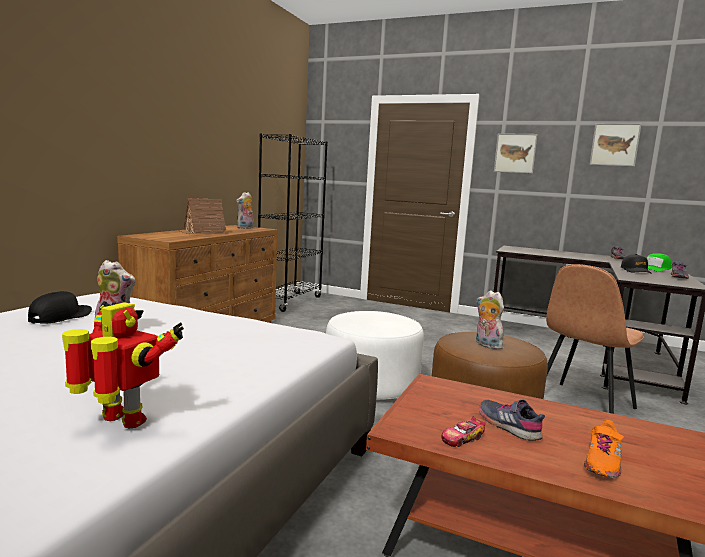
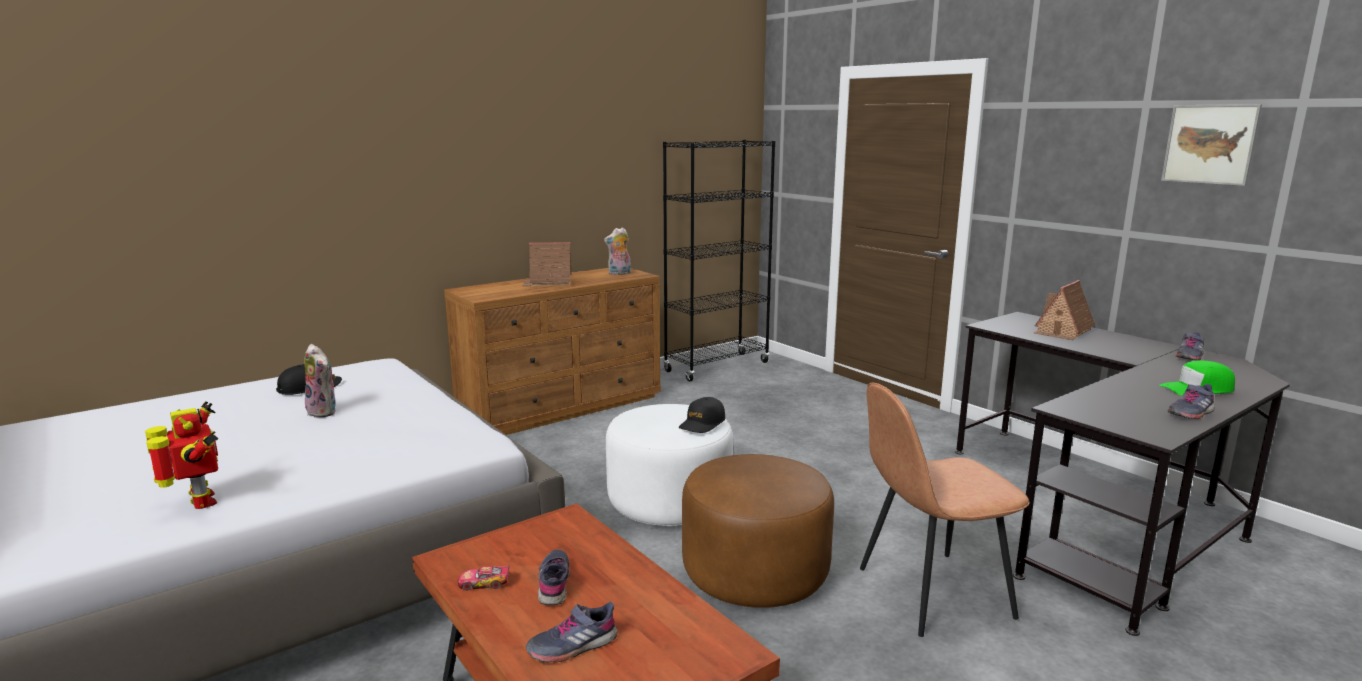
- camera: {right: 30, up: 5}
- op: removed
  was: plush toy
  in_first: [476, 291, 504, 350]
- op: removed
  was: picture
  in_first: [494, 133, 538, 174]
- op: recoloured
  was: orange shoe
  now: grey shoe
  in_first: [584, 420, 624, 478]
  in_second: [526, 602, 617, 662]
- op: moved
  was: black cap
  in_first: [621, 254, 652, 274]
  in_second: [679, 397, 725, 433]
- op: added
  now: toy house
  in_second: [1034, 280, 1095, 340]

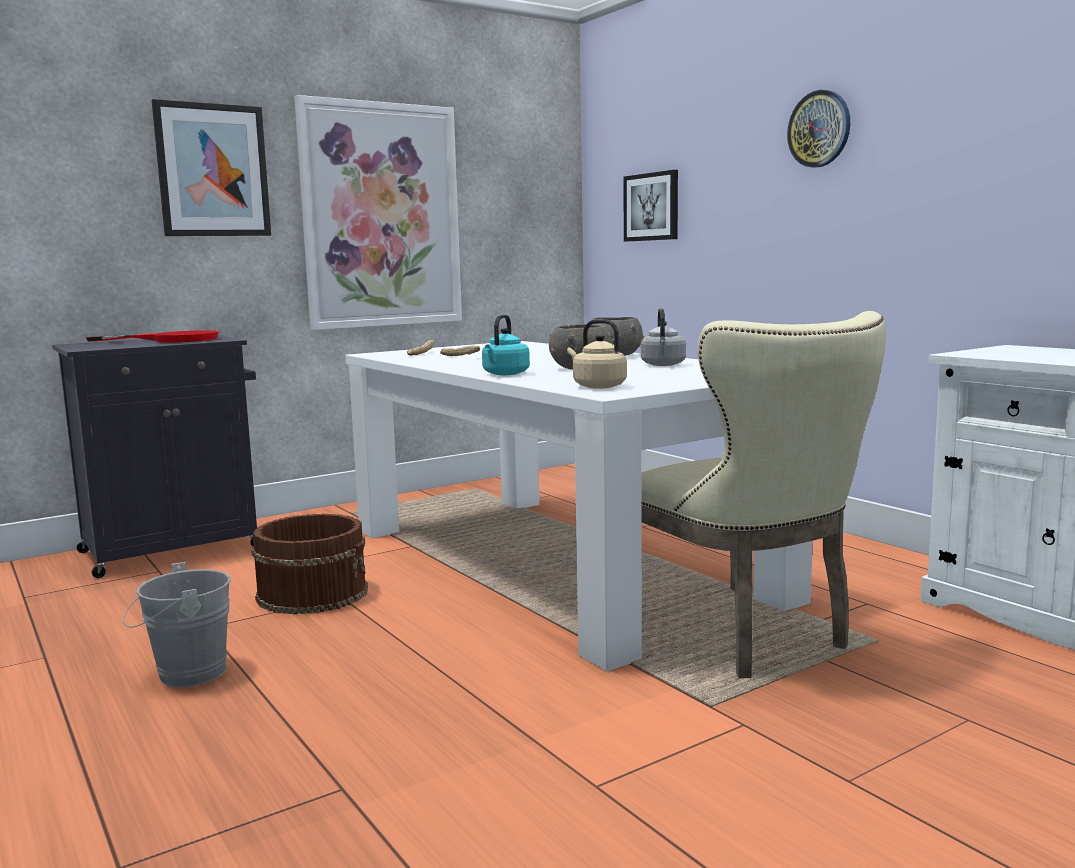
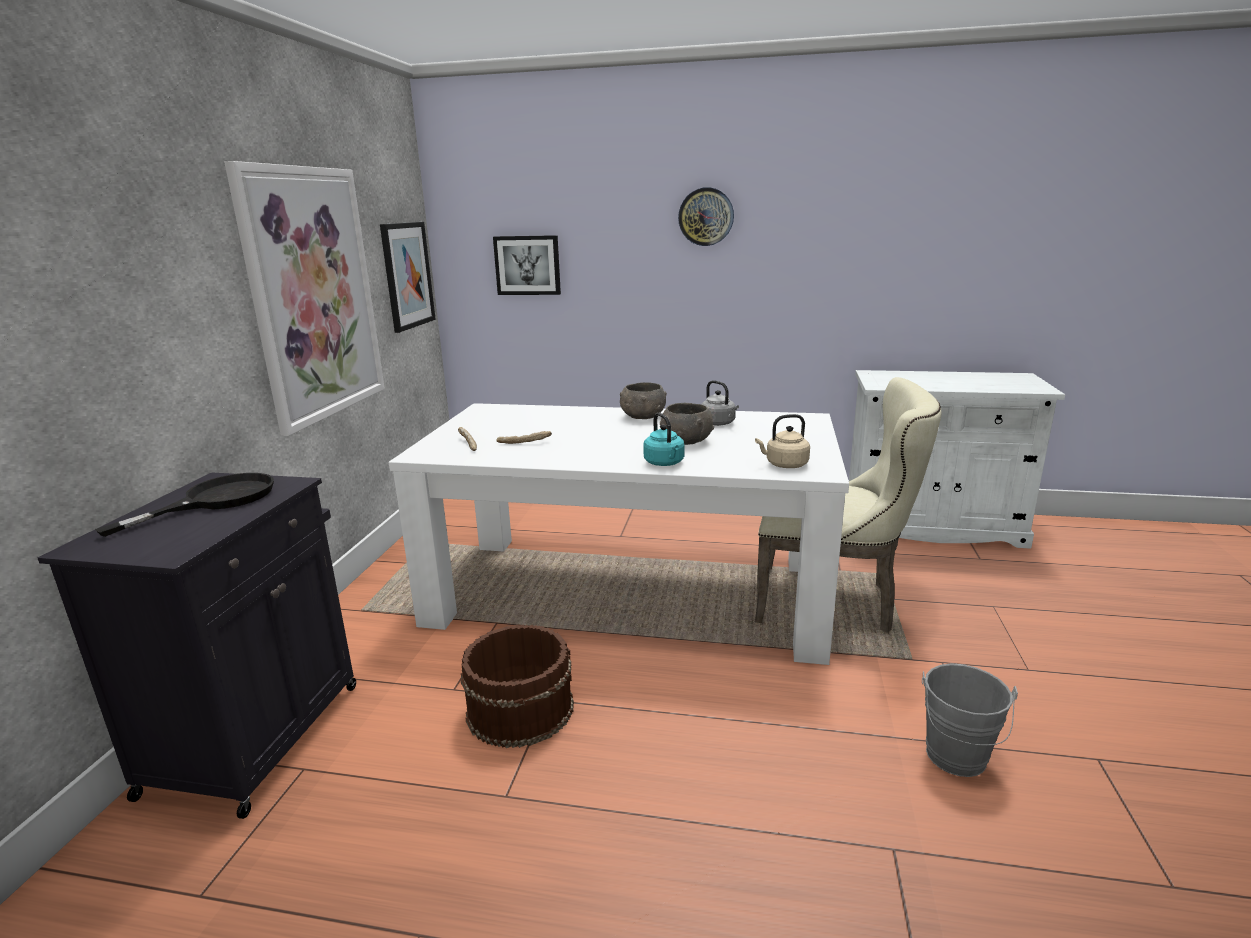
- camera: {right: -45, up: 10}
- op: recoloured
  was: red frying pan
  now: black frying pan
  in_first: [86, 330, 219, 342]
  in_second: [95, 473, 274, 537]
- op: moved
  was: grey bucket
  in_first: [122, 562, 230, 687]
  in_second: [922, 663, 1018, 777]
- op: moved
  was: picture
  in_first: [152, 99, 271, 236]
  in_second: [380, 222, 436, 333]

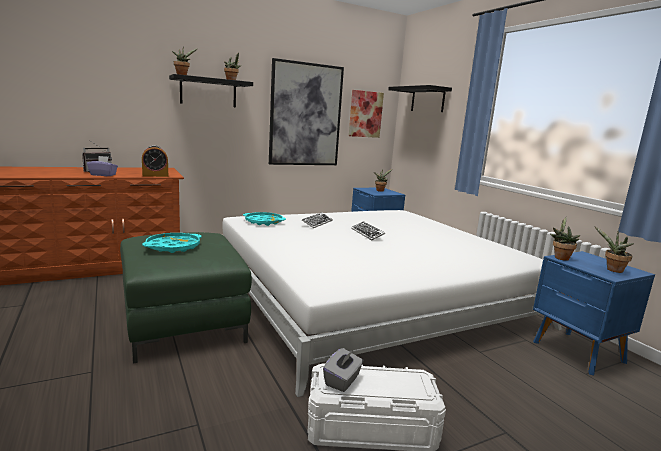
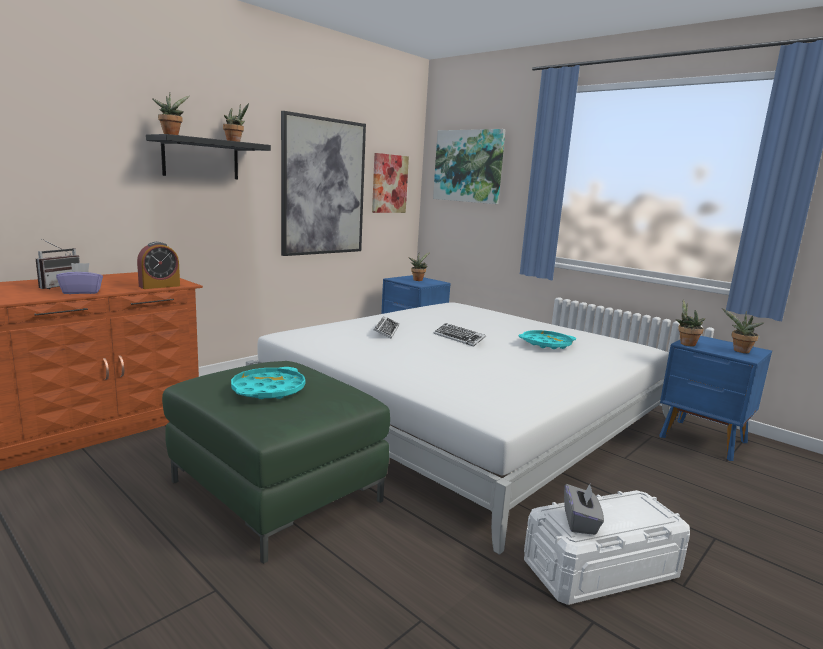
- camera: {right: -20, up: 0}
- op: moved
  was: turquoise tray
  in_first: [243, 212, 286, 226]
  in_second: [519, 330, 576, 349]
- op: replaced
  was: black shelf
  now: picture
  in_first: [388, 85, 452, 112]
  in_second: [433, 129, 506, 204]

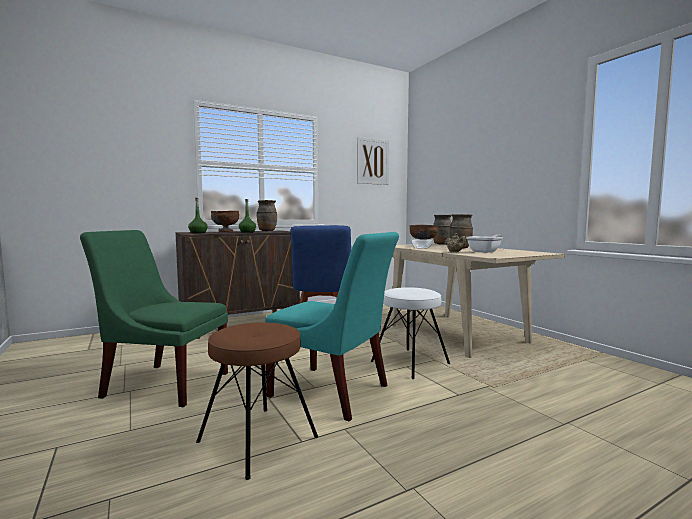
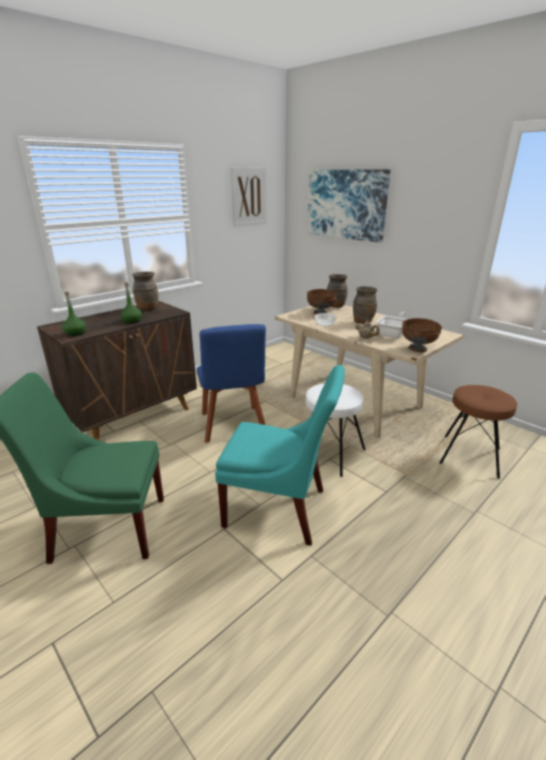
- camera: {right: -15, up: 20}
- op: moved
  was: brown stool
  in_first: [196, 322, 318, 480]
  in_second: [439, 385, 517, 479]
- op: moved
  was: brown bowl
  in_first: [211, 211, 239, 232]
  in_second: [402, 318, 442, 352]
- op: added
  now: picture
  in_second: [307, 169, 391, 243]

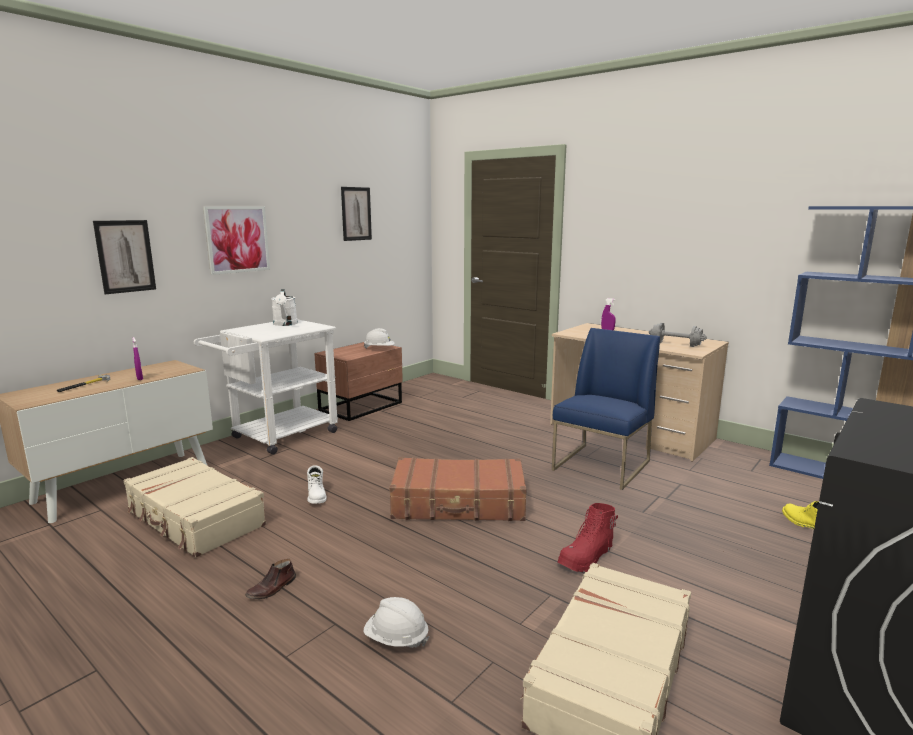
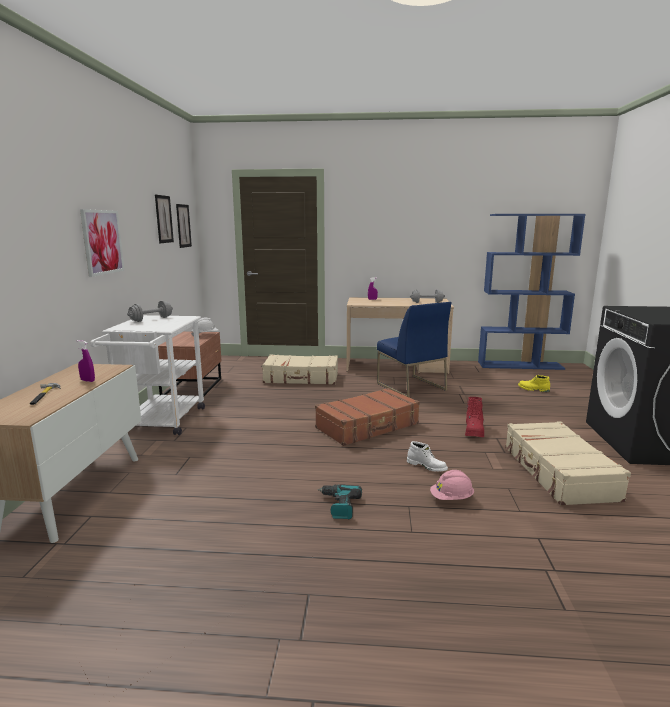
- camera: {right: -35, up: 0}
- op: moved
  was: picture
  in_first: [93, 220, 156, 294]
  in_second: [176, 204, 192, 248]
- op: moved
  was: beige suitcase
  in_first: [123, 457, 266, 558]
  in_second: [262, 354, 338, 384]
- op: replaced
  was: brown shoe
  now: power drill
  in_first: [245, 559, 296, 599]
  in_second: [318, 484, 362, 519]
- op: replaced
  was: white watering can
  now: grey dumbbell
  in_first: [271, 289, 298, 326]
  in_second: [127, 301, 173, 322]
- op: moved
  was: white boot
  in_first: [307, 465, 327, 504]
  in_second: [407, 441, 448, 472]
- op: recoloured
  was: white hard hat
  now: pink hard hat
  in_first: [364, 597, 429, 648]
  in_second: [430, 470, 474, 500]
- op: turned
  was: blue chair
  in_first: [552, 328, 660, 490]
  in_second: [377, 302, 451, 398]
  clockwise: 150

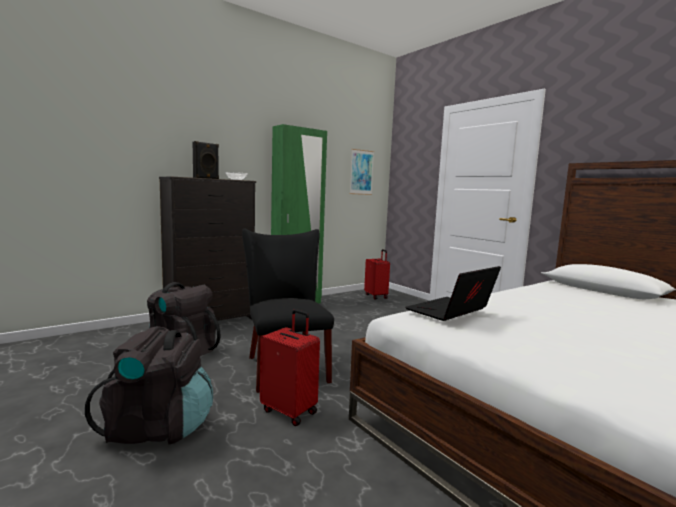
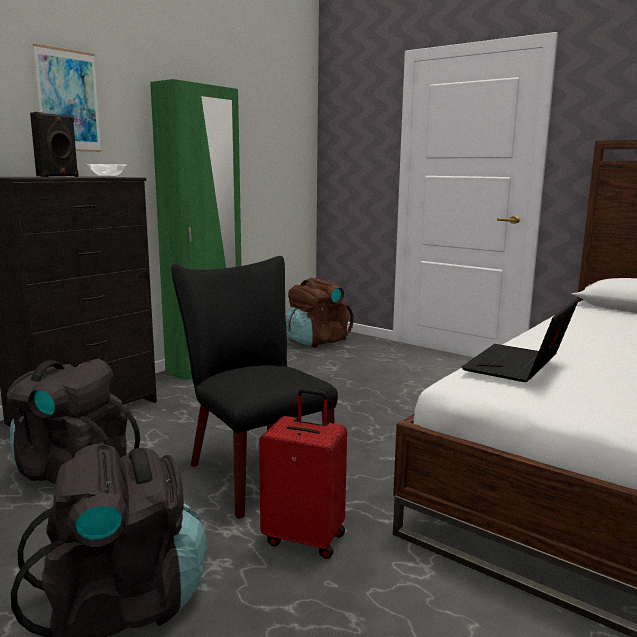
- camera: {right: -15, up: 5}
- op: moved
  was: picture
  in_first: [350, 149, 374, 195]
  in_second: [33, 44, 102, 152]
- op: replaced
  was: red suitcase
  now: brown backpack
  in_first: [364, 249, 390, 300]
  in_second: [286, 278, 354, 348]

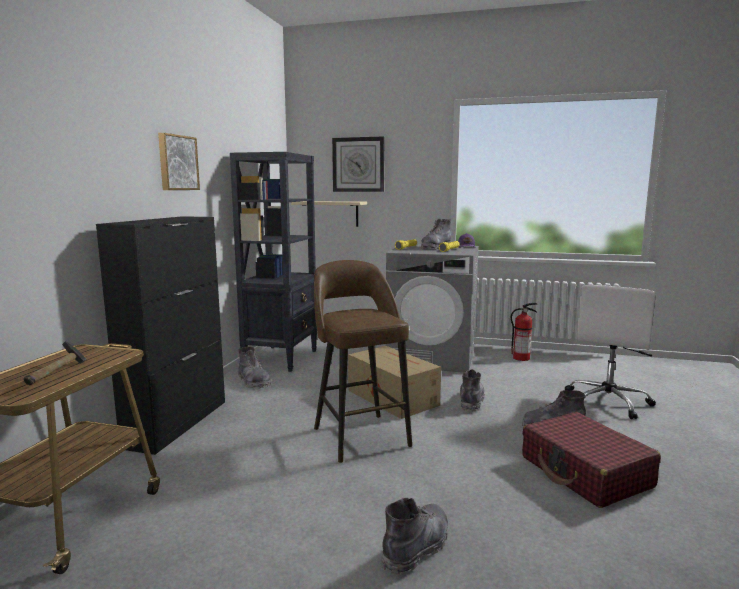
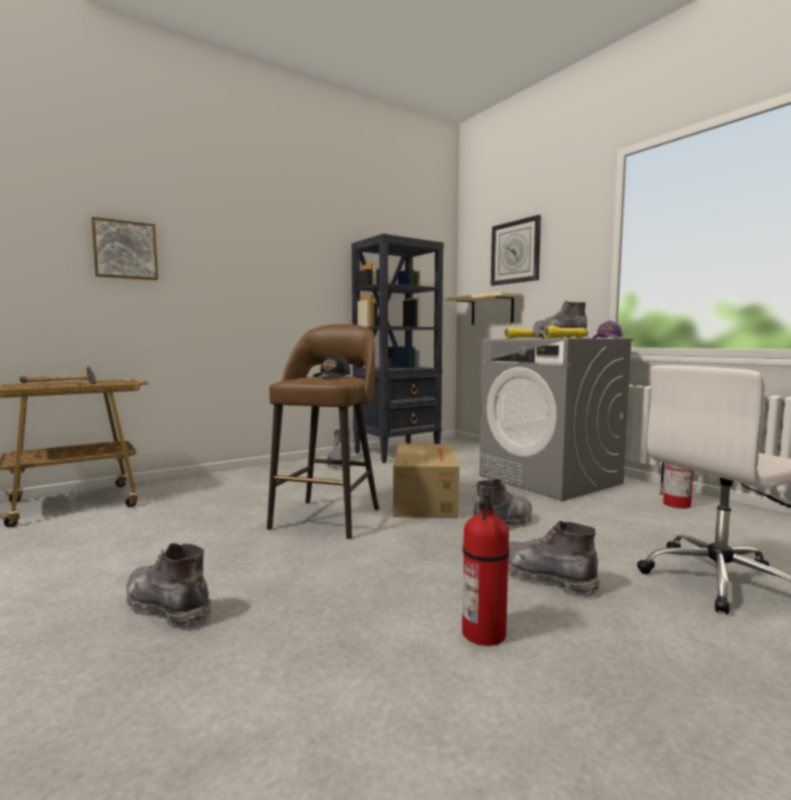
- camera: {right: 40, up: -5}
- op: removed
  was: black cabinet
  in_first: [96, 216, 225, 455]
- op: moved
  was: picture
  in_first: [158, 133, 200, 190]
  in_second: [92, 217, 158, 280]
- op: turned
  was: grey boot
  in_first: [381, 498, 448, 575]
  in_second: [126, 543, 211, 628]
  clockwise: -135
- op: replaced
  was: red suitcase
  now: fire extinguisher
  in_first: [522, 412, 661, 508]
  in_second: [462, 488, 509, 646]
- op: added
  now: black cap
  in_second: [313, 353, 350, 378]

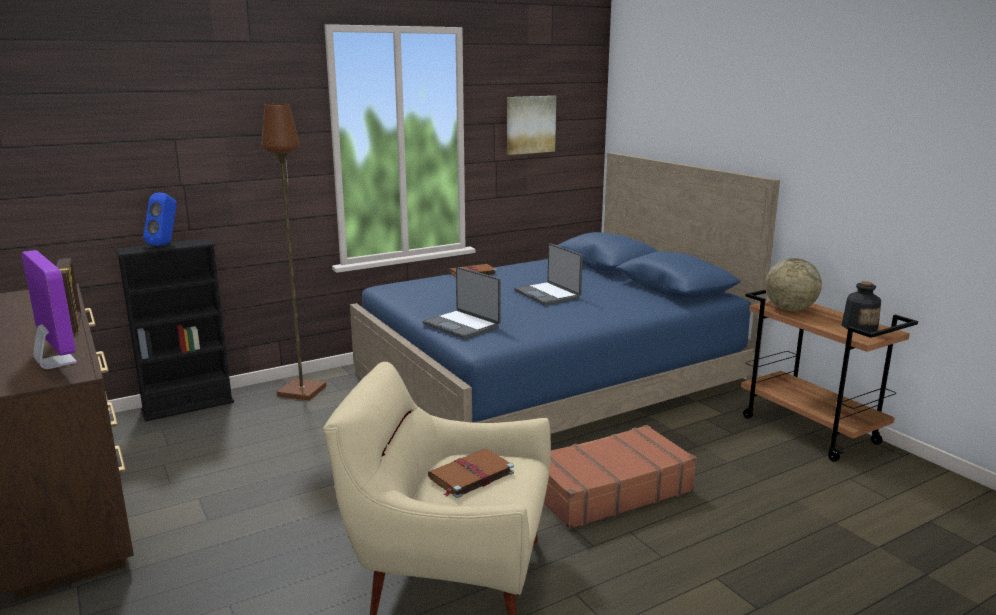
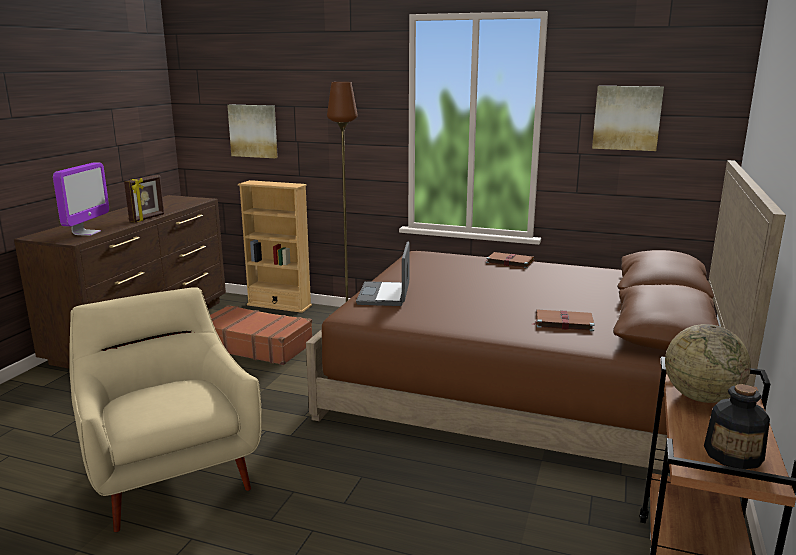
- camera: {right: 50, up: 0}
- op: recoloured
  was: black bookcase
  now: beige bookcase
  in_first: [115, 238, 234, 422]
  in_second: [238, 180, 312, 313]
- op: removed
  was: blue speaker
  in_first: [143, 193, 177, 246]
- op: recoloured
  was: blue bed
  now: brown bed
  in_first: [350, 153, 780, 434]
  in_second: [306, 160, 786, 470]
- op: moved
  was: brown book
  in_first: [428, 449, 514, 498]
  in_second: [531, 310, 595, 331]
- op: removed
  was: laptop
  in_first: [514, 243, 583, 306]
- op: moved
  was: brown suitcase
  in_first: [544, 425, 697, 529]
  in_second: [210, 305, 312, 365]
- op: added
  now: picture
  in_second: [227, 104, 278, 158]

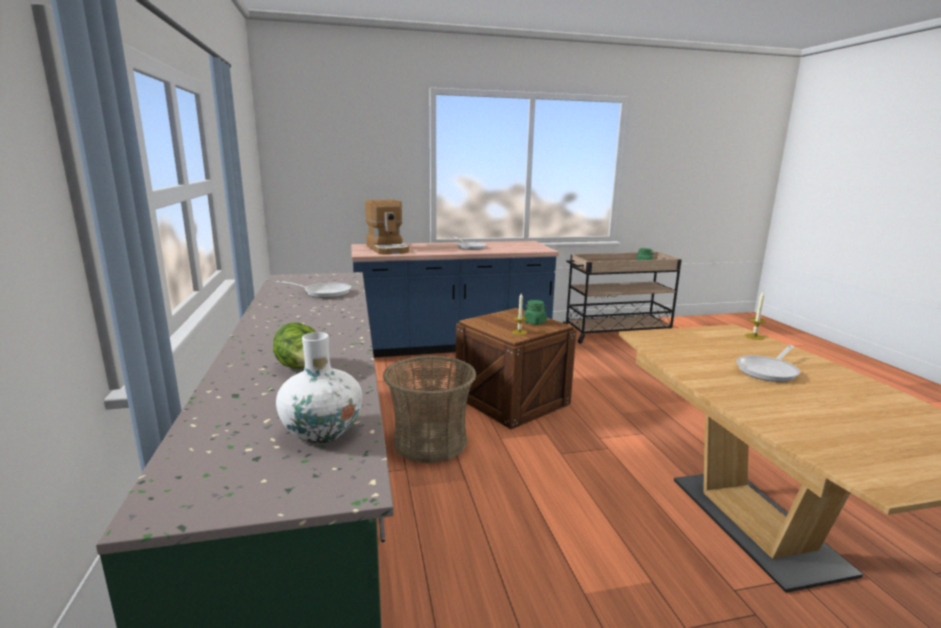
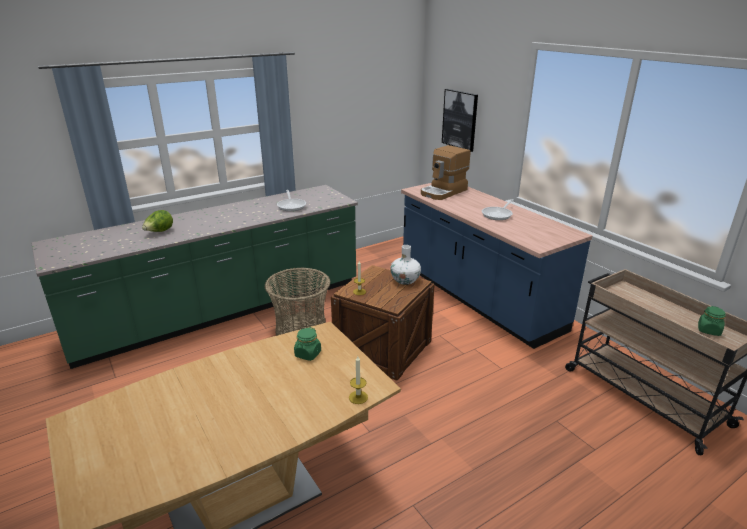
- camera: {right: 70, up: 10}
- op: moved
  was: white vase
  in_first: [276, 332, 362, 443]
  in_second: [390, 245, 421, 285]
- op: moved
  was: green jar
  in_first: [524, 300, 547, 325]
  in_second: [294, 327, 321, 361]
- op: removed
  was: frying pan
  in_first: [736, 345, 800, 382]
- op: added
  now: picture
  in_second: [442, 89, 478, 152]

